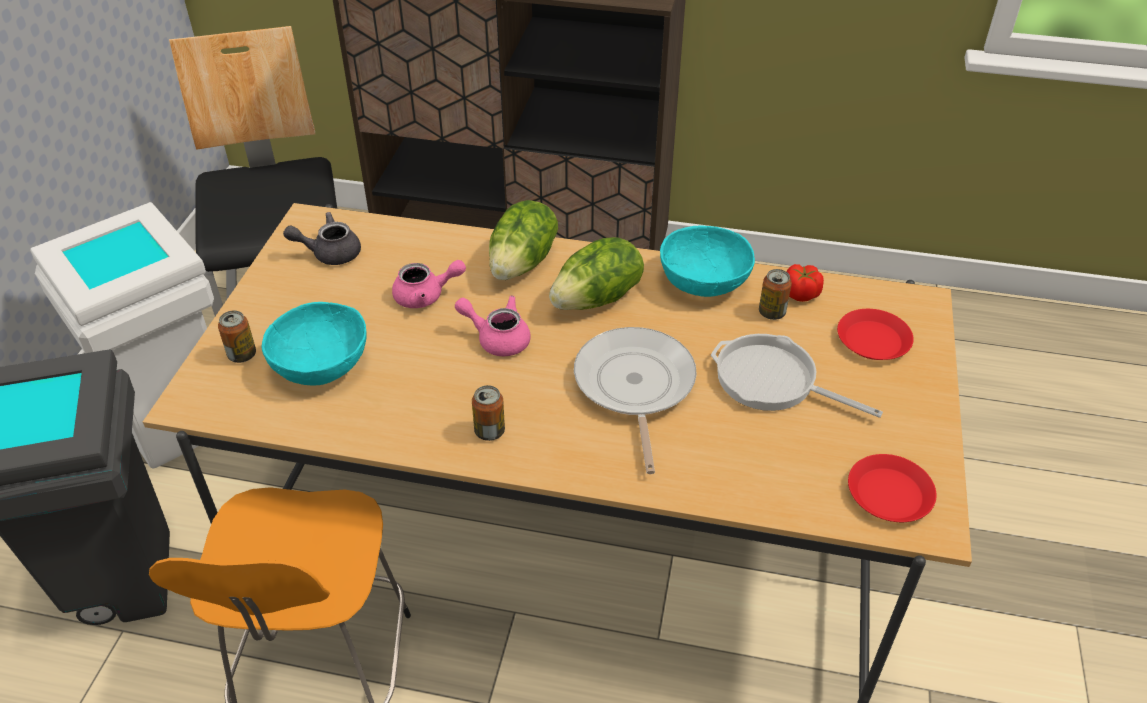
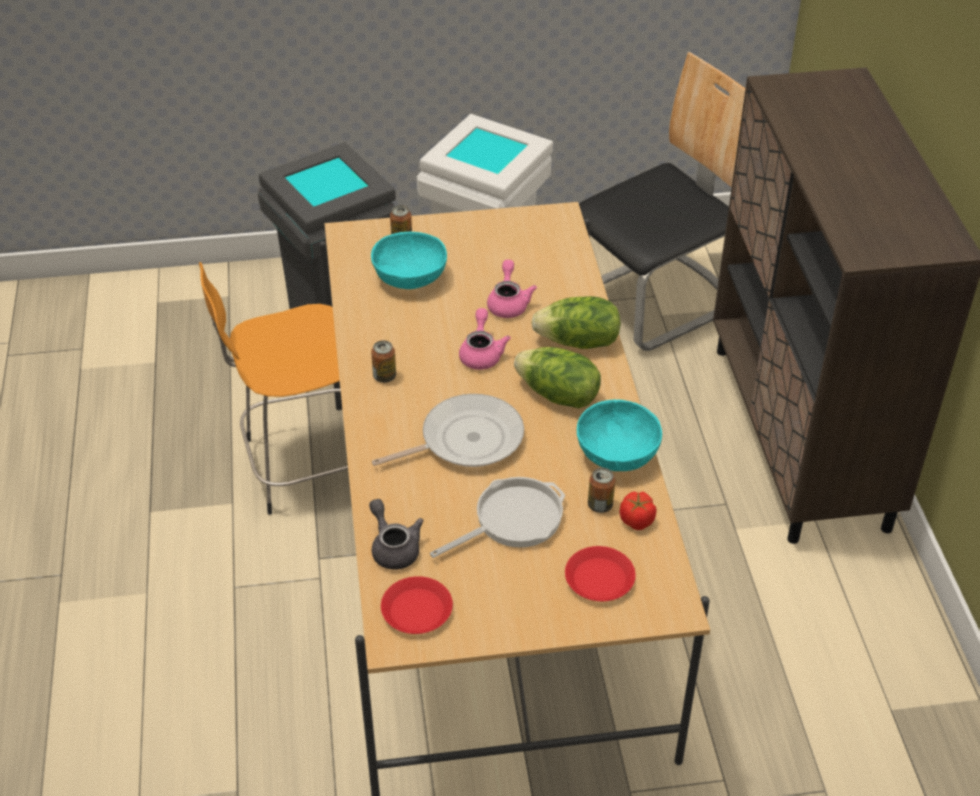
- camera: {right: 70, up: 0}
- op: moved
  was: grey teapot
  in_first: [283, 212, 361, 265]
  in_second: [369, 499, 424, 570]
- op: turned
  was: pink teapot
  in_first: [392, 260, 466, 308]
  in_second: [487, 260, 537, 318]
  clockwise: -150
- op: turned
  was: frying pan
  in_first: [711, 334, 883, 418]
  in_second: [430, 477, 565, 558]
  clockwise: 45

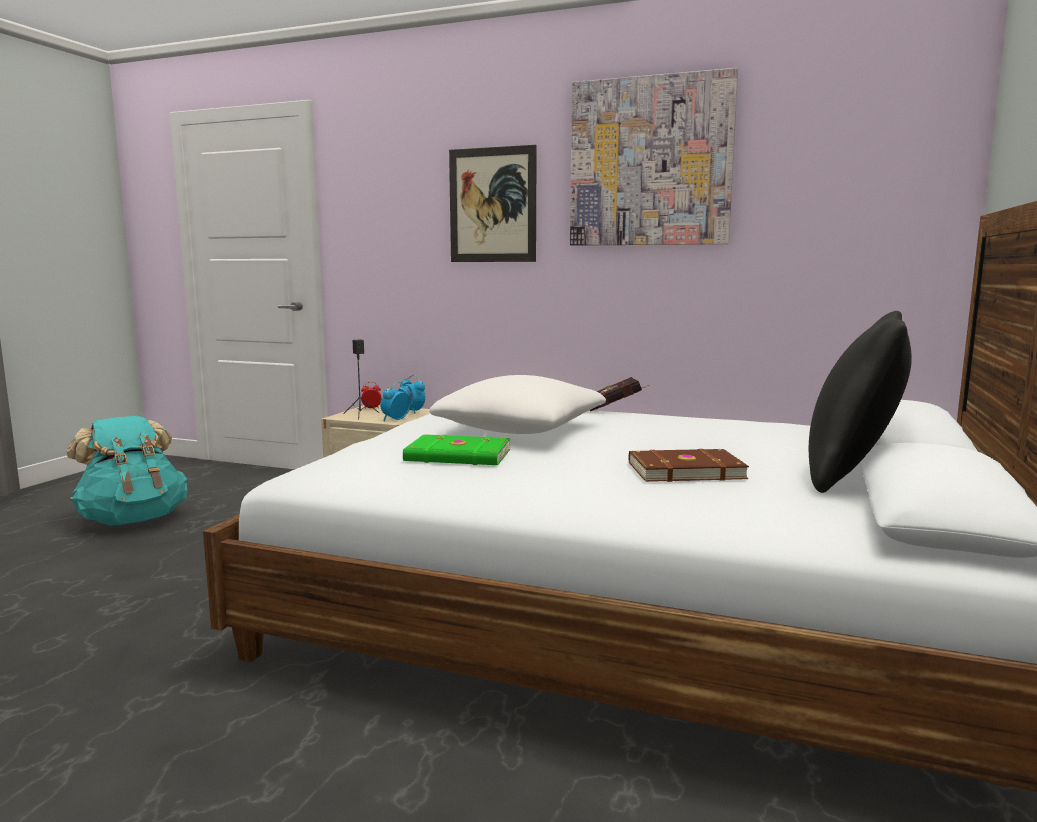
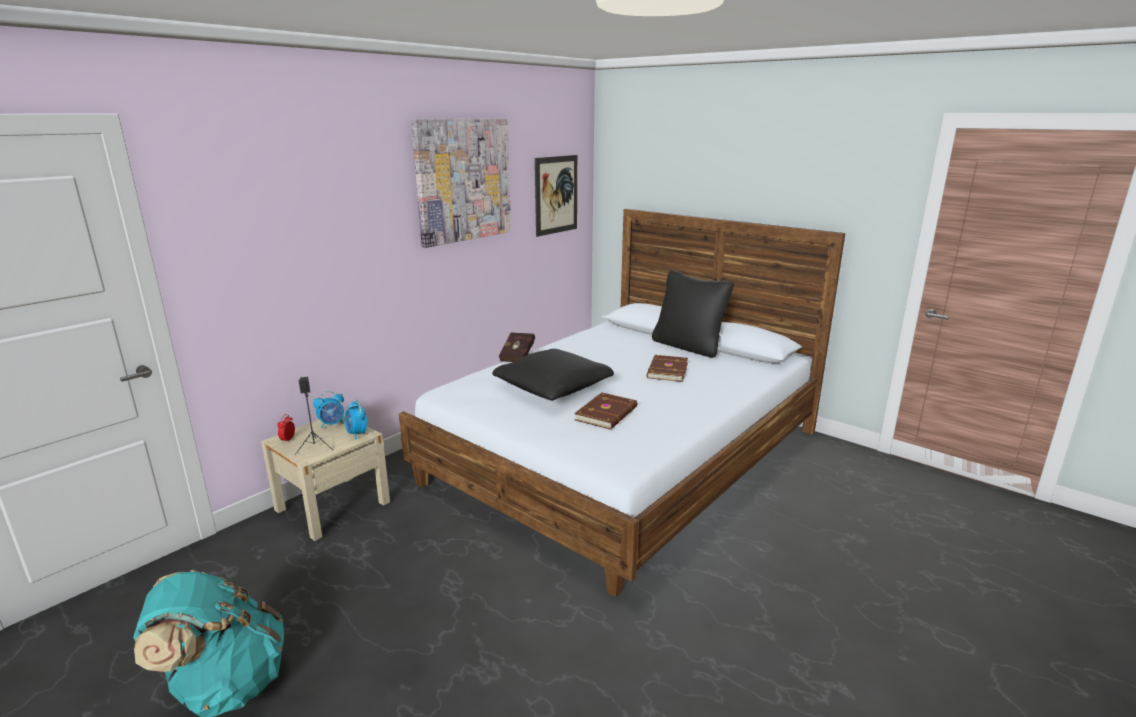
- camera: {right: -70, up: 10}
- op: recoloured
  was: green book
  now: brown book
  in_first: [403, 434, 510, 465]
  in_second: [574, 393, 637, 429]
- op: recoloured
  was: white pillow
  now: black pillow
  in_first: [429, 375, 606, 434]
  in_second: [492, 349, 614, 401]
- op: moved
  was: picture
  in_first: [449, 145, 537, 262]
  in_second: [535, 155, 577, 237]

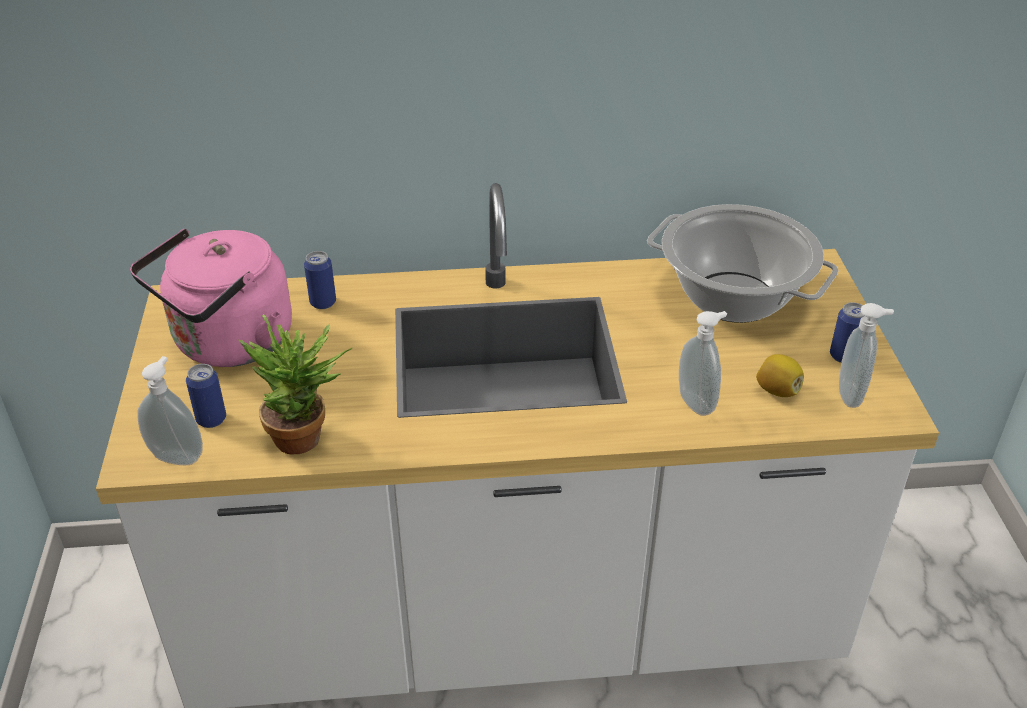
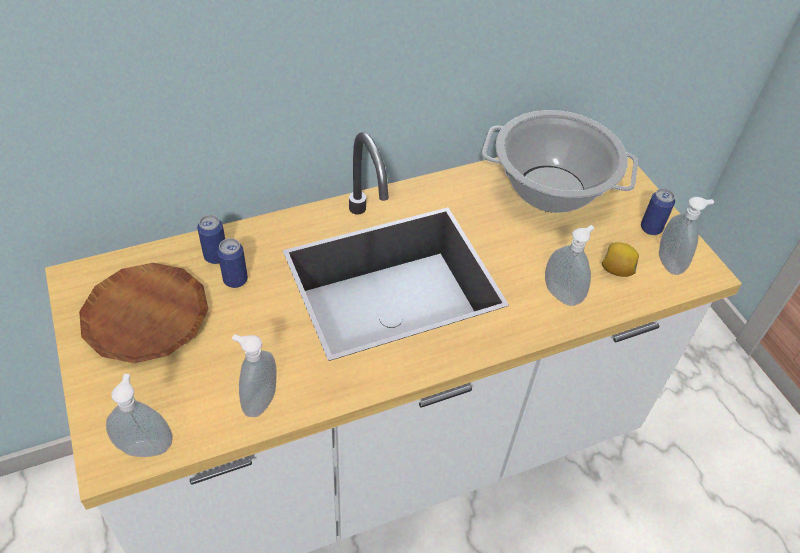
- camera: {right: -20, up: 10}
- op: replaced
  was: pink kettle
  now: brown plate
  in_first: [130, 228, 292, 367]
  in_second: [79, 263, 209, 363]
- op: moved
  was: can
  in_first: [186, 364, 226, 428]
  in_second: [217, 238, 248, 288]
- op: replaced
  was: potted plant
  now: soap dispenser
  in_first: [239, 314, 352, 454]
  in_second: [232, 334, 277, 417]

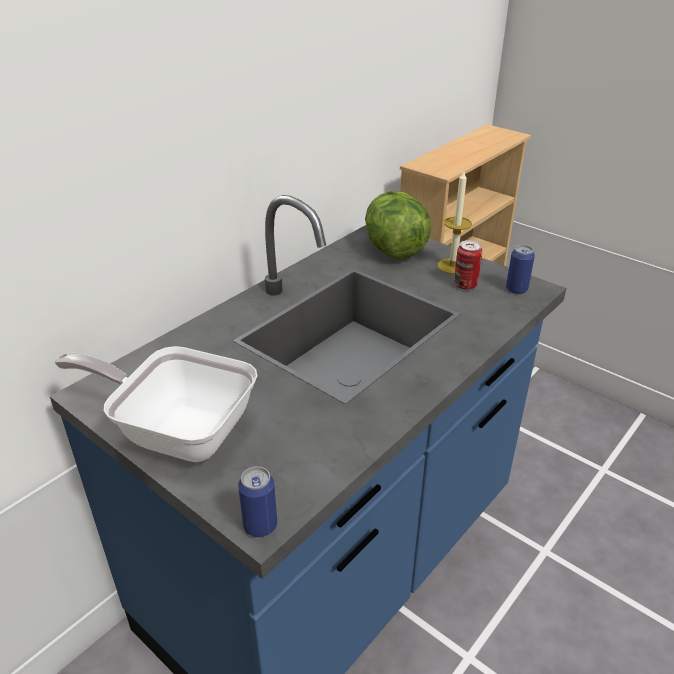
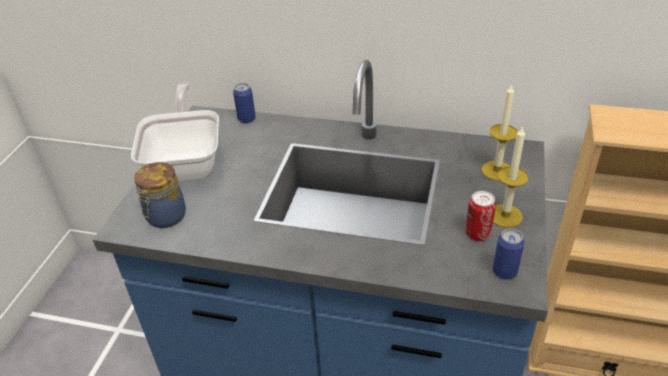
- camera: {right: 65, up: 5}
- op: moved
  was: can
  in_first: [238, 466, 277, 537]
  in_second: [233, 83, 256, 123]
- op: replaced
  was: lettuce
  now: candle
  in_first: [365, 191, 431, 259]
  in_second: [482, 84, 518, 181]
- op: added
  now: jar
  in_second: [134, 162, 186, 228]

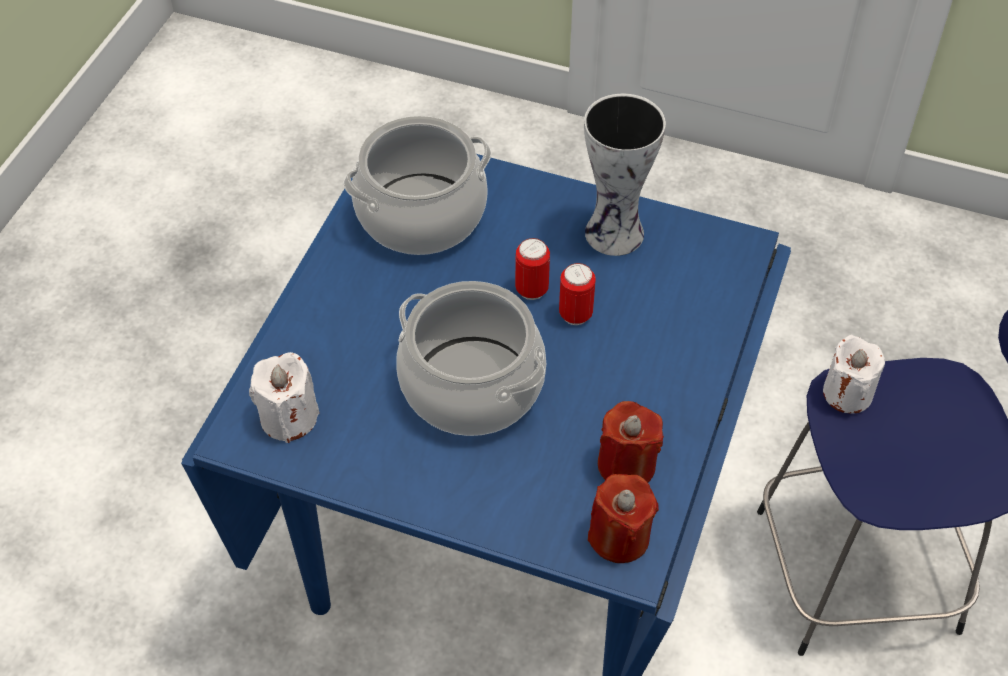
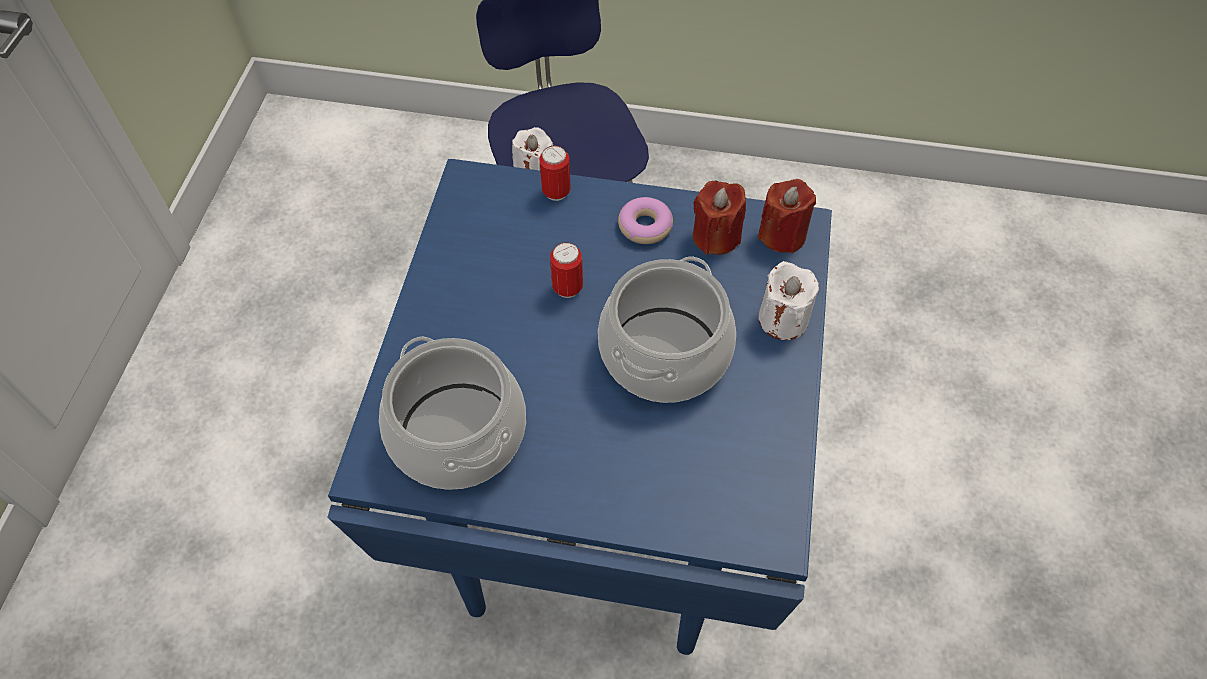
- camera: {right: -100, up: 5}
- op: moved
  was: white candle
  in_first: [249, 352, 320, 443]
  in_second: [759, 261, 819, 340]
- op: moved
  was: can
  in_first: [515, 238, 550, 300]
  in_second: [539, 146, 571, 201]
- op: removed
  was: vase
  in_first: [584, 94, 666, 256]
- op: added
  now: donut
  in_second: [618, 197, 673, 244]

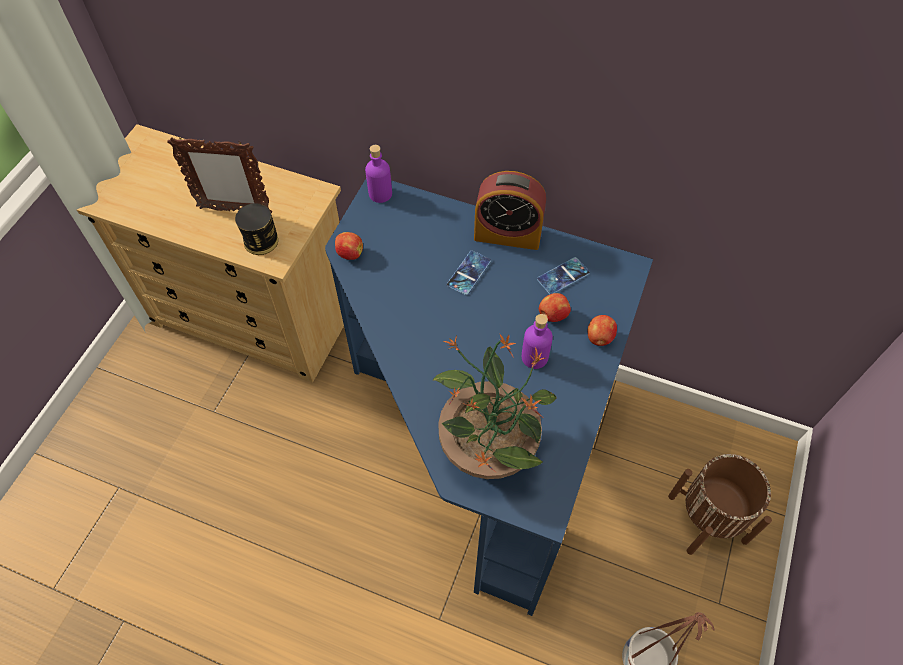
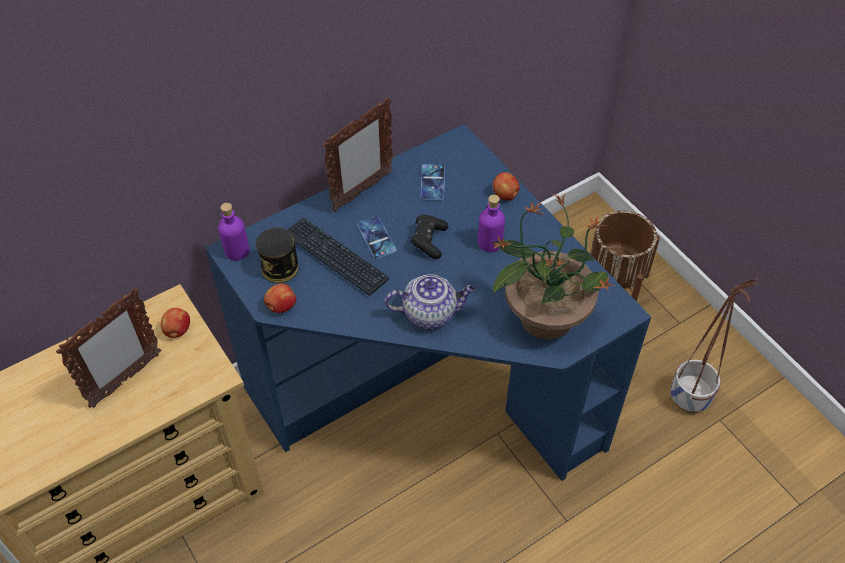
- camera: {right: -55, up: -5}
- op: moved
  was: can
  in_first: [235, 203, 278, 255]
  in_second: [256, 228, 299, 283]
- op: replaced
  was: alarm clock
  now: picture frame
  in_first: [474, 171, 546, 250]
  in_second: [323, 98, 393, 212]
- op: moved
  was: apple
  in_first: [539, 293, 571, 322]
  in_second: [161, 308, 190, 338]
- op: added
  now: keyboard
  in_second: [287, 218, 389, 296]
- op: added
  now: teapot
  in_second: [385, 274, 475, 329]
- op: added
  now: black game controller
  in_second: [410, 215, 448, 259]

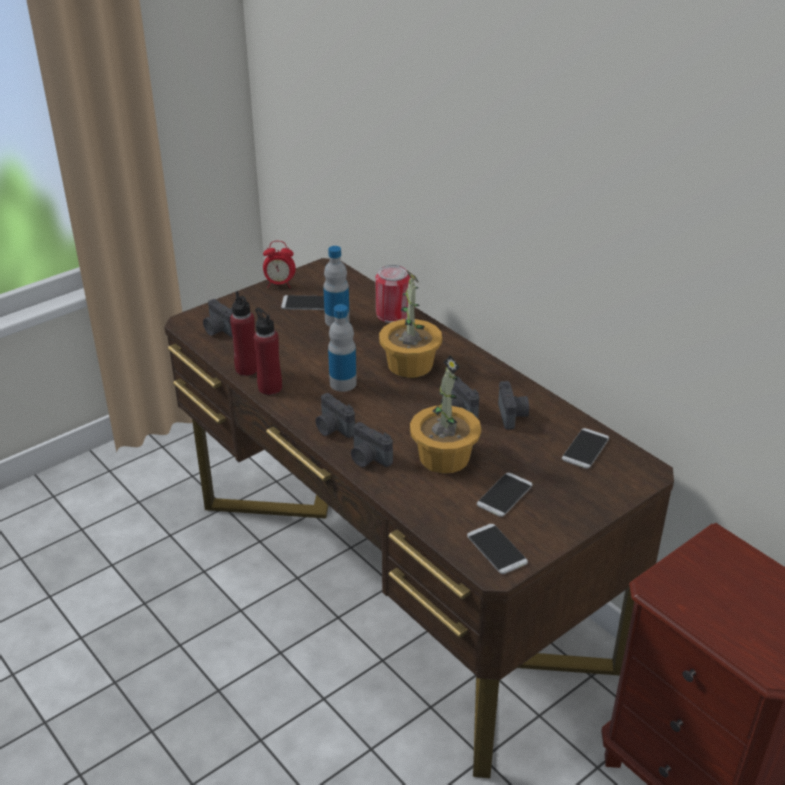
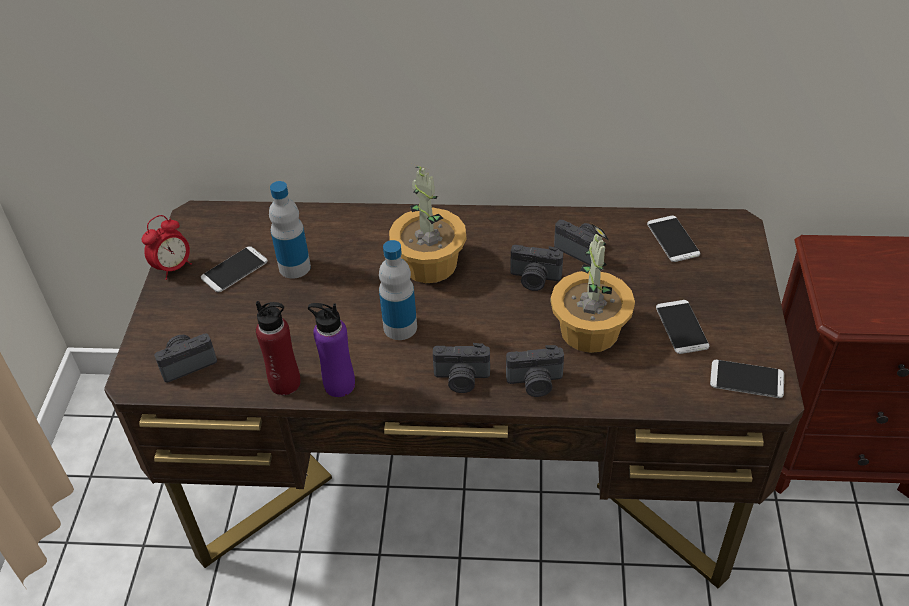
- camera: {right: -45, up: 10}
- op: turned
  was: photo camera
  in_first: [203, 299, 233, 337]
  in_second: [154, 333, 217, 383]
  clockwise: 150
- op: recoloured
  was: red bottle
  now: purple bottle
  in_first: [253, 308, 282, 395]
  in_second: [308, 303, 355, 397]
- op: removed
  was: can
  in_first: [376, 265, 410, 323]

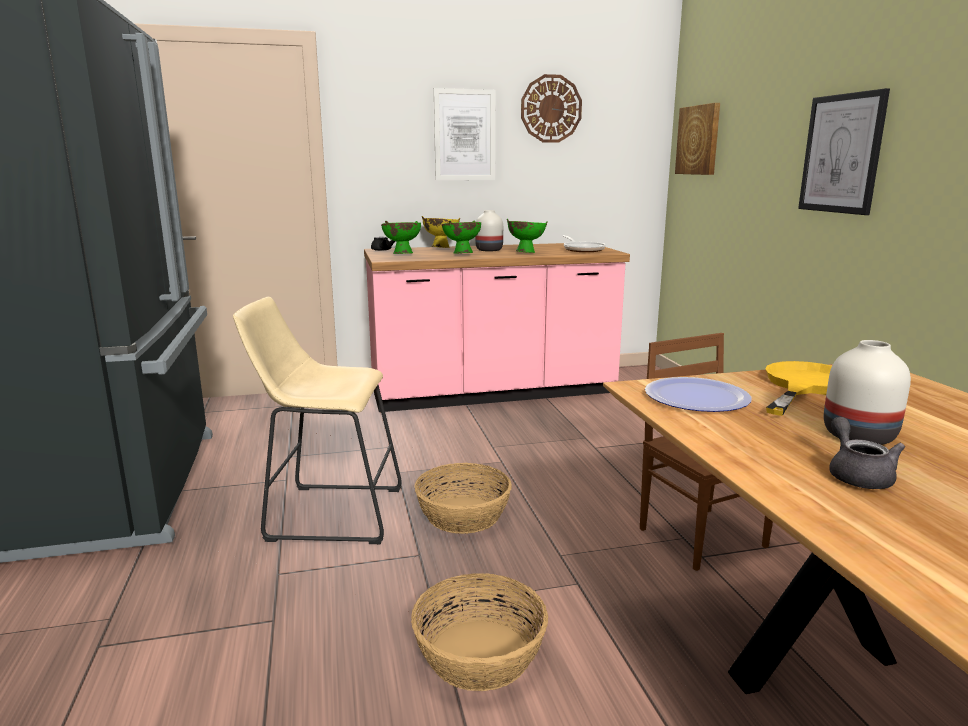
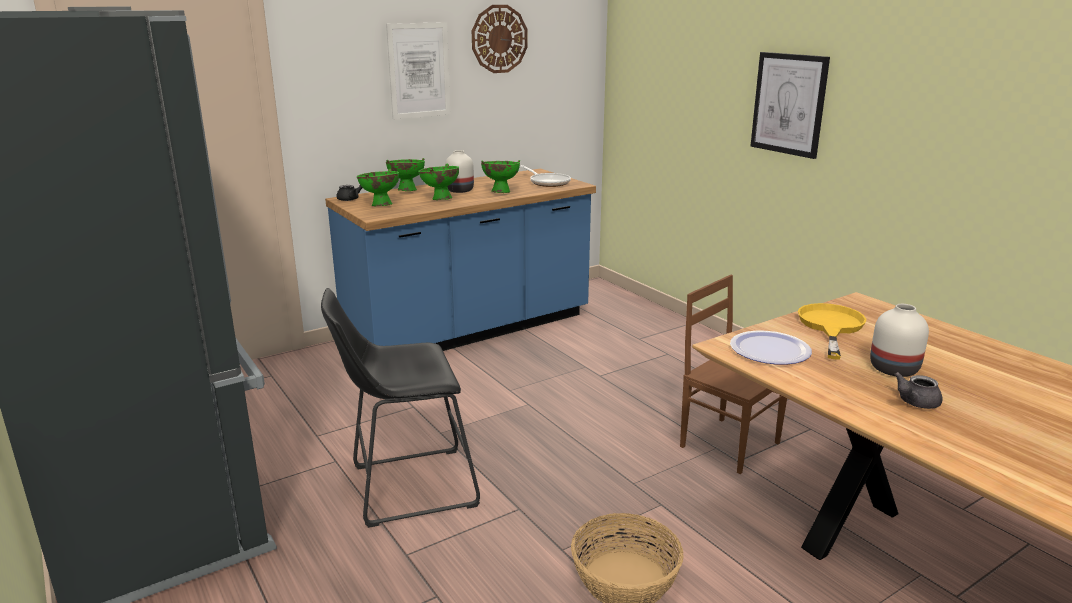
- camera: {right: -20, up: 5}
- op: recoloured
  was: beige stool
  now: black stool
  in_first: [233, 297, 402, 544]
  in_second: [321, 288, 480, 528]
- op: recoloured
  was: pink counter
  now: blue counter
  in_first: [364, 243, 630, 412]
  in_second: [325, 169, 596, 351]
- op: removed
  was: basket
  in_first: [414, 463, 512, 534]
- op: recoloured
  was: yellow bowl
  now: green bowl
  in_first: [422, 216, 460, 248]
  in_second: [386, 158, 425, 191]
- op: removed
  was: picture
  in_first: [675, 103, 720, 175]
- op: turned
  was: grey teapot
  in_first: [829, 417, 905, 489]
  in_second: [894, 372, 943, 409]
  clockwise: -105

